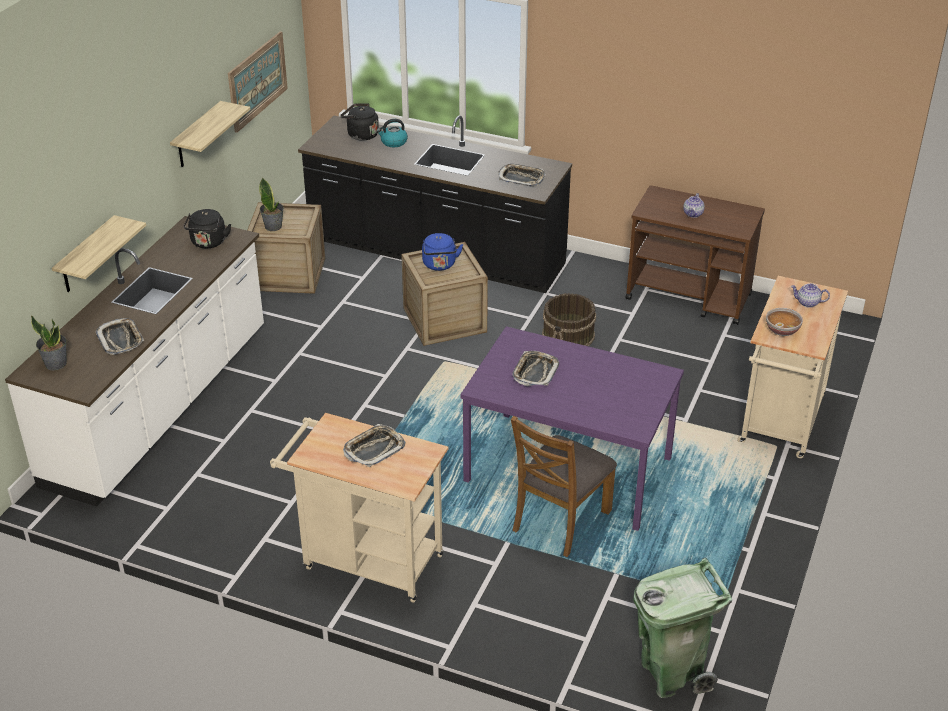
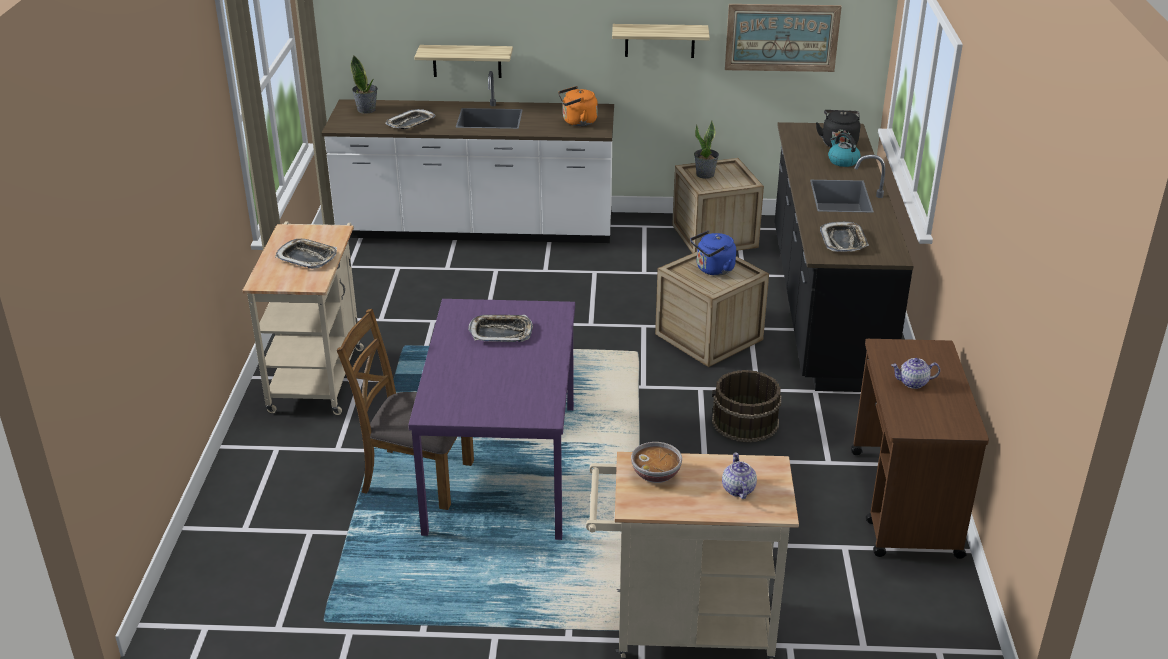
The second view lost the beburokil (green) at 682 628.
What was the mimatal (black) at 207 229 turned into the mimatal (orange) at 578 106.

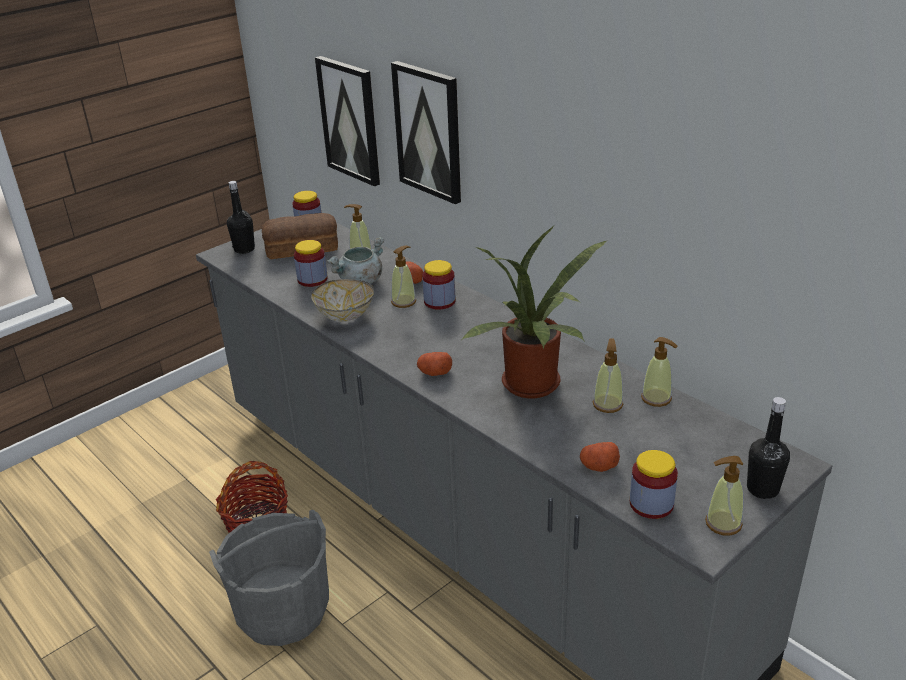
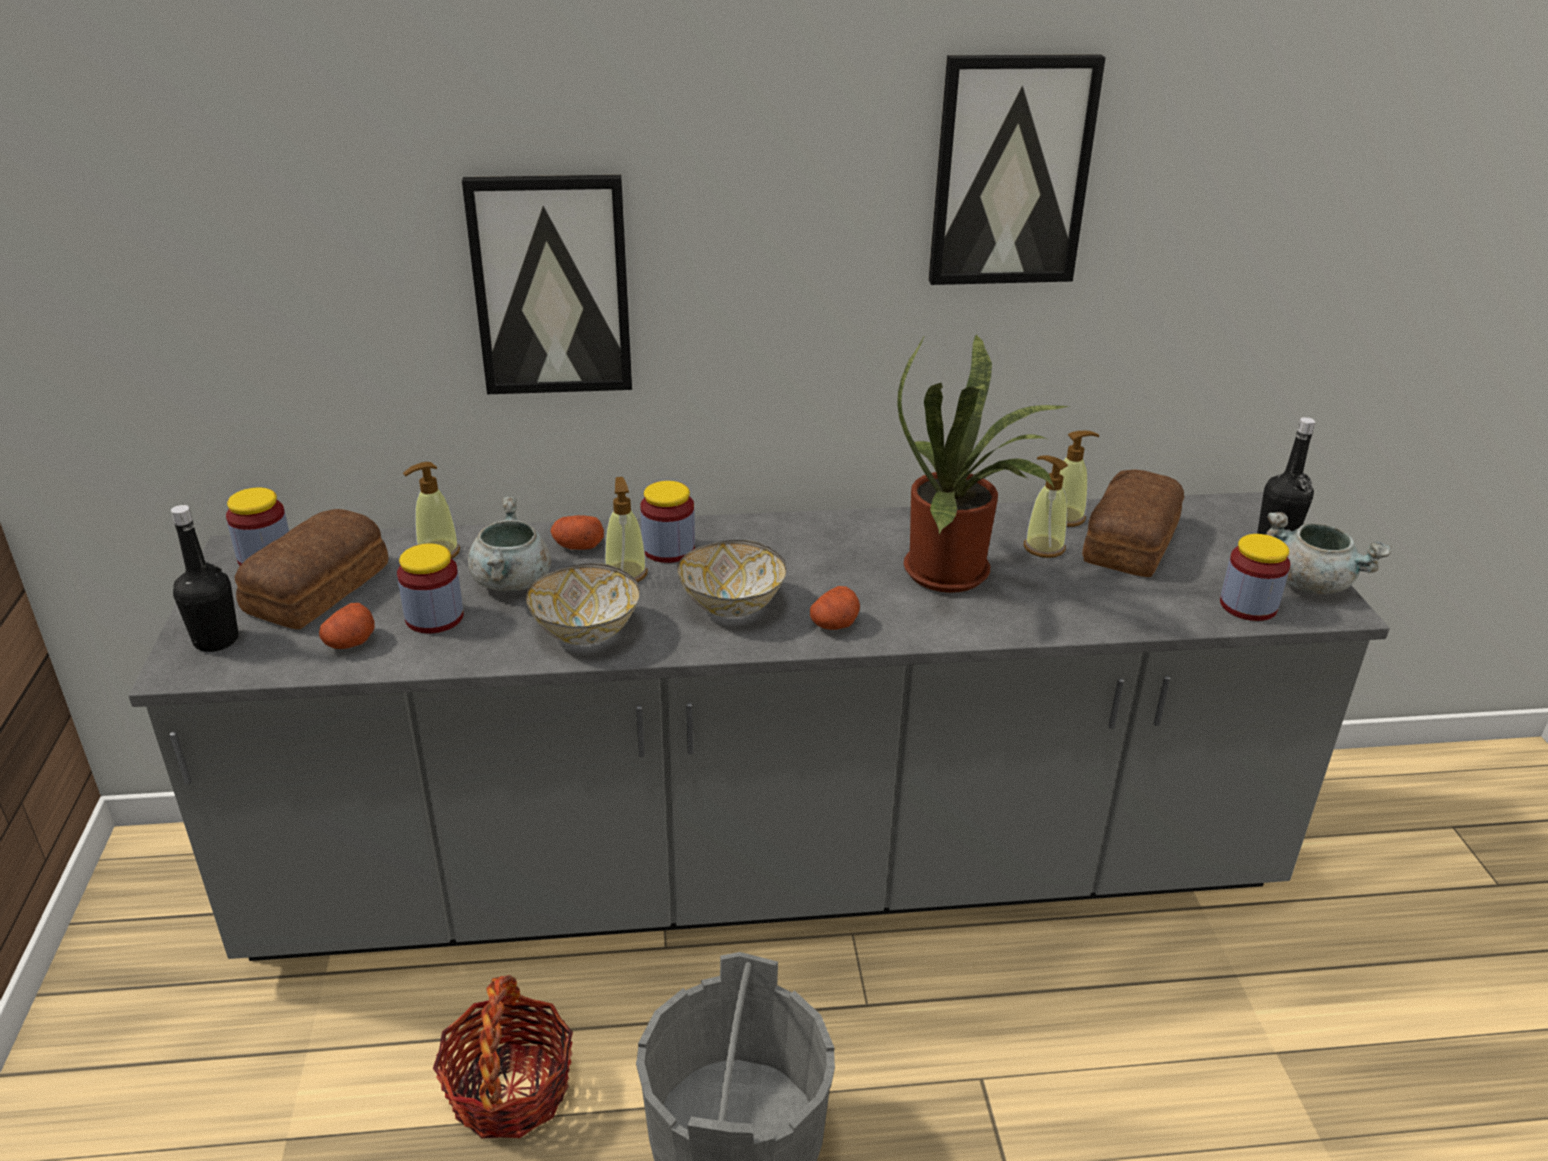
The second view gained the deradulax at 732 578.
The second view gained the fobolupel at 1133 523.
The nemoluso ended up elsewhere, having gone from 347 121 to 1017 169.
The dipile ended up elsewhere, having gone from 600 457 to 347 626.
Where the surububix stood at 724 496, the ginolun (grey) came to stand at 1329 553.

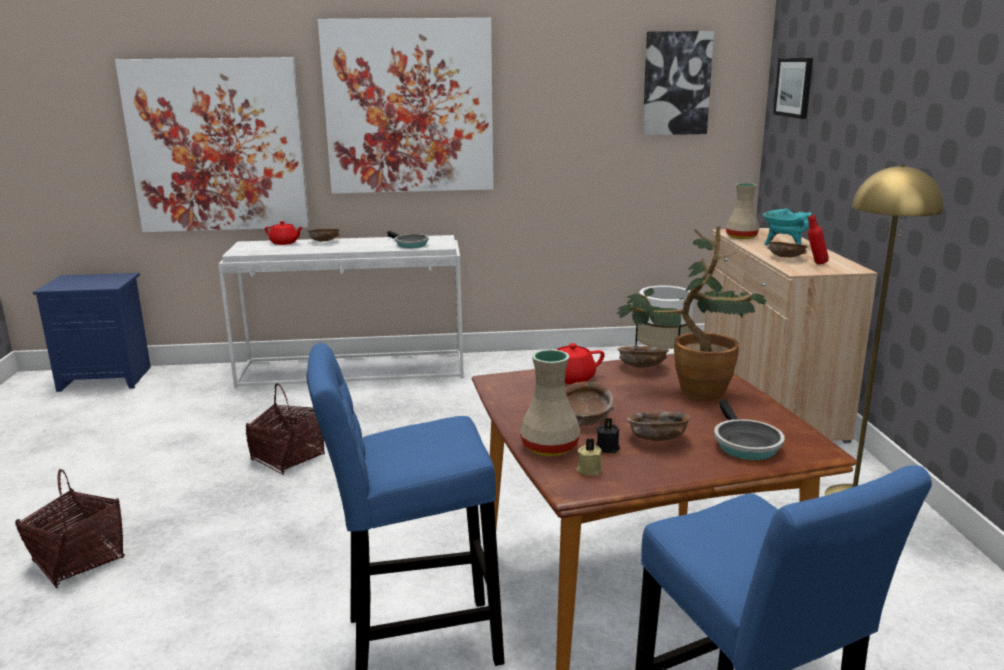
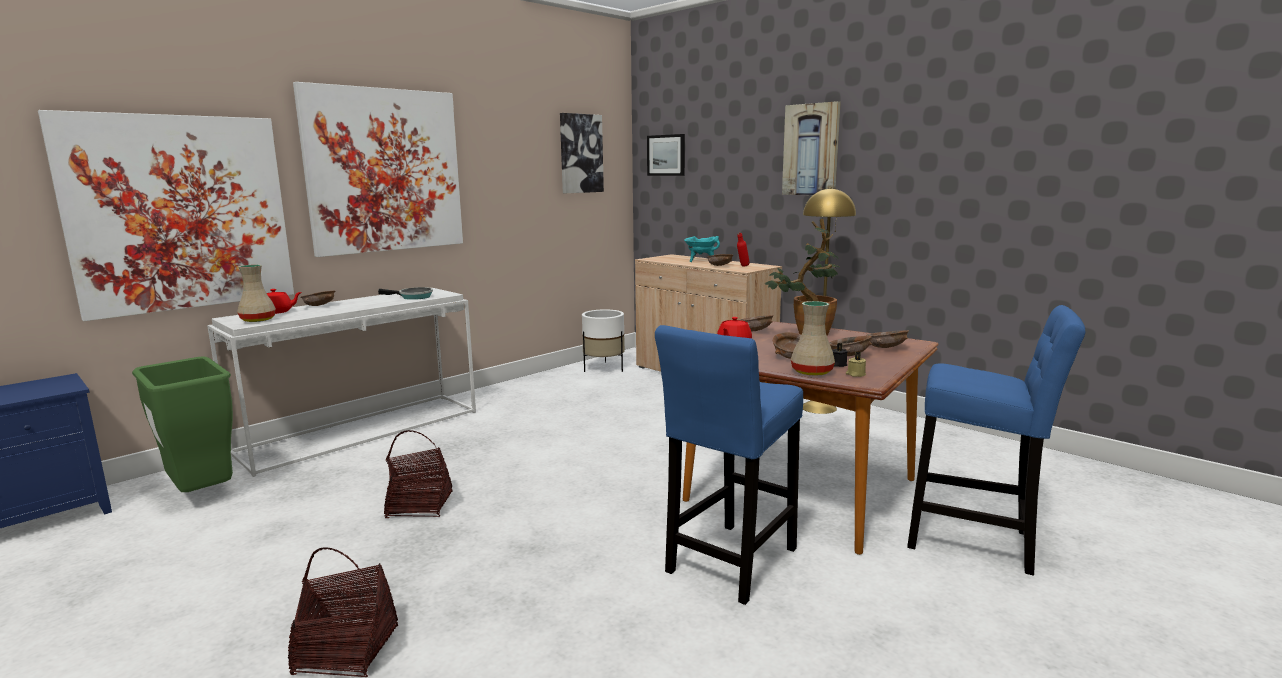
The second view gained the beburokil (green) at 182 424.
The second view gained the nemoluso at 811 148.
The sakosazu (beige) ended up elsewhere, having gone from 742 211 to 256 293.
Where the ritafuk stood at 749 429, the deradulax (brown) came to stand at 887 339.

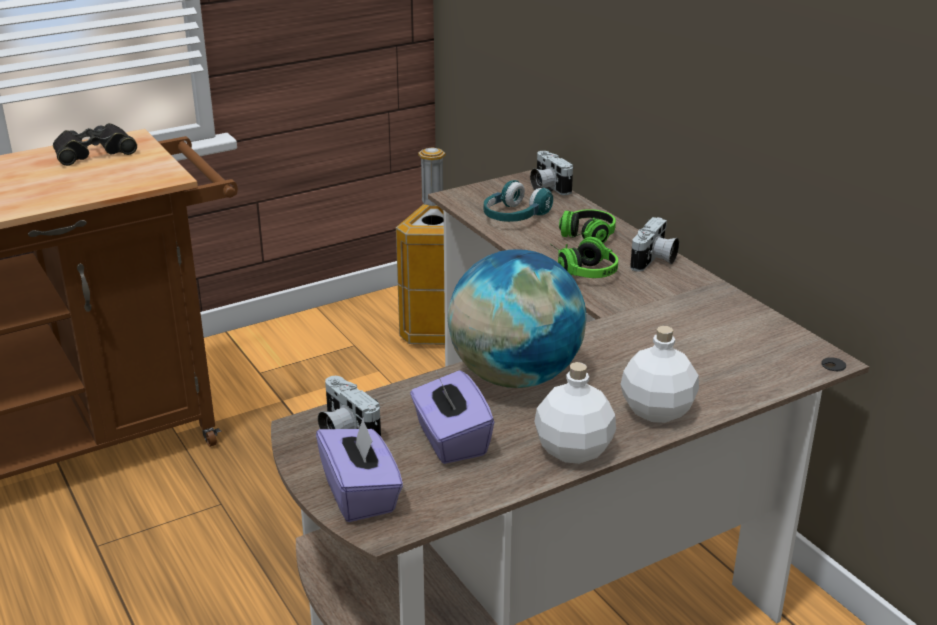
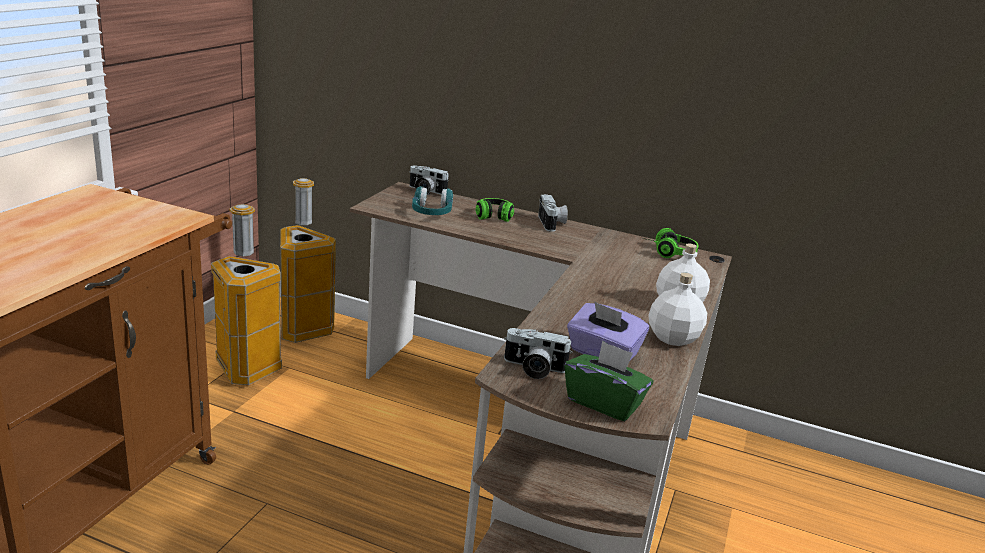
The second view lost the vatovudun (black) at 95 144.
The second view lost the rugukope at 517 318.
The second view gained the beburokil at 246 294.
The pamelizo ended up elsewhere, having gone from 584 257 to 670 243.
What was the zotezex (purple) at 359 469 turned into the zotezex (green) at 608 381.

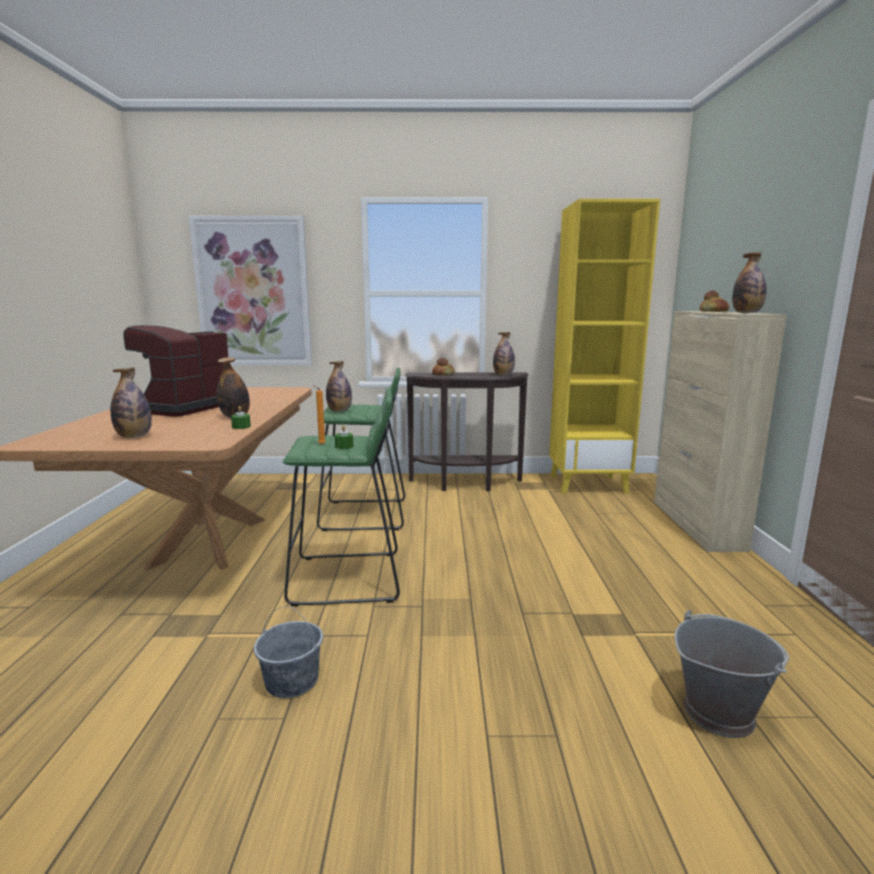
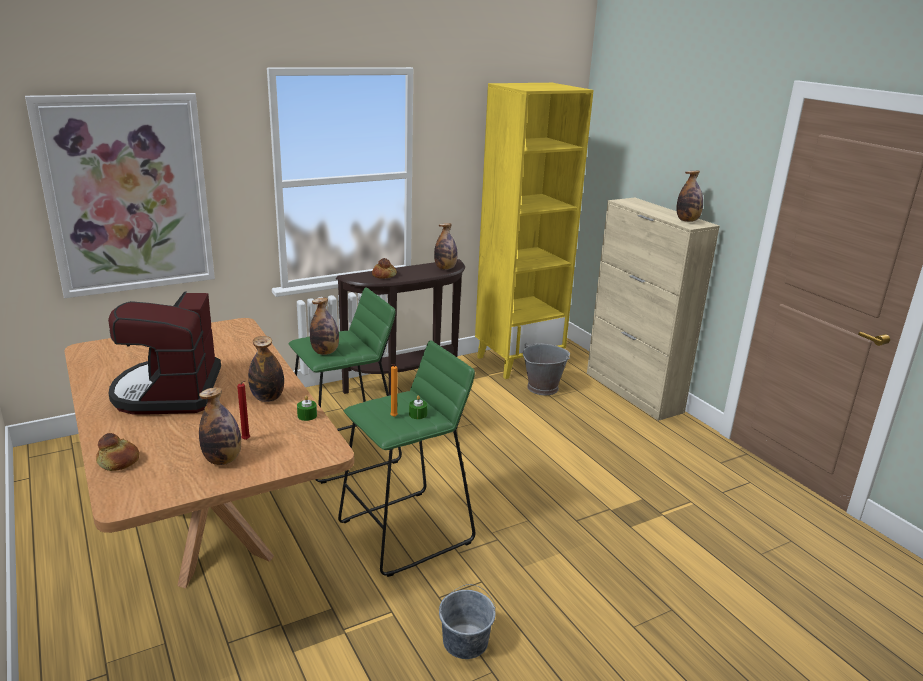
The second view gained the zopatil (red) at 243 410.
The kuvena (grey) ended up elsewhere, having gone from 732 674 to 546 369.
The fobolupel ended up elsewhere, having gone from 714 301 to 117 452.

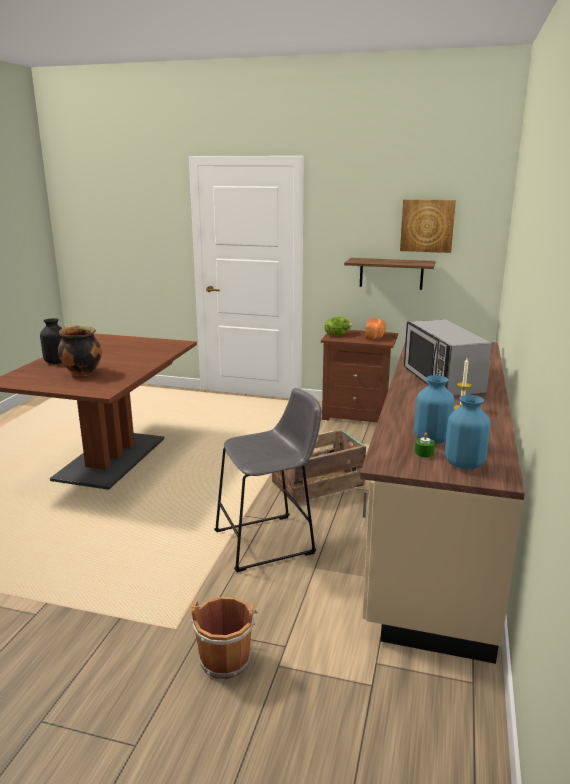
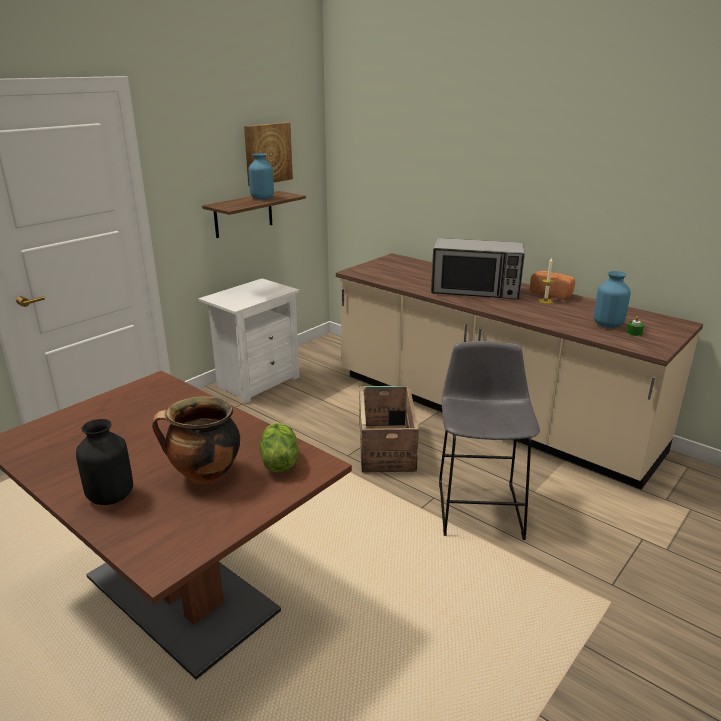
The second view lost the kuvena (brown) at 224 638.
The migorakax ended up elsewhere, having gone from 338 326 to 278 447.
The fobolupel ended up elsewhere, having gone from 375 329 to 552 285.
The sakosazu (blue) ended up elsewhere, having gone from 467 432 to 261 176.
What was the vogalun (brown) at 359 376 turned into the vogalun (white) at 248 341.

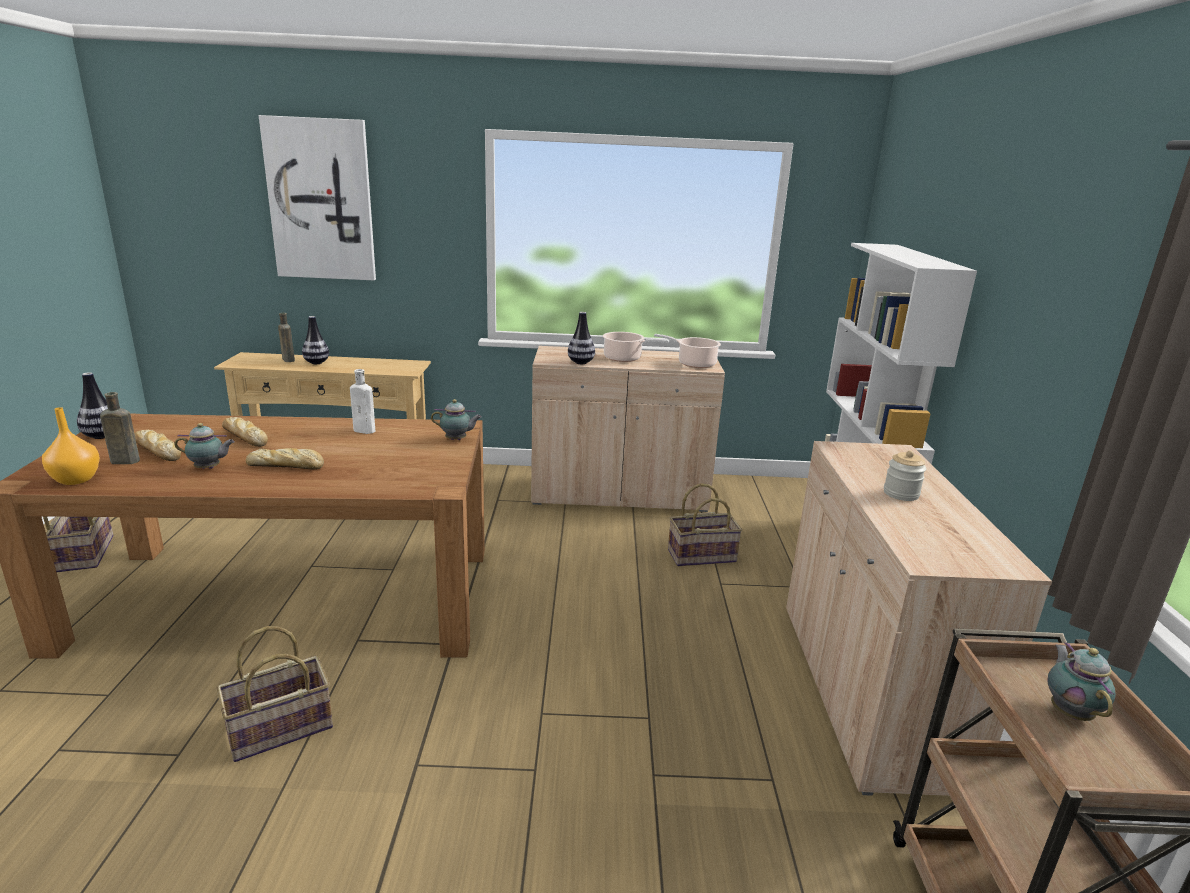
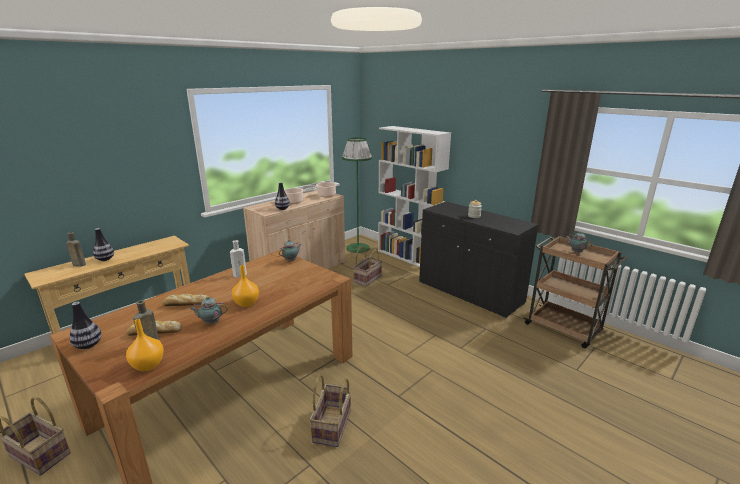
The second view lost the nemoluso at 317 197.
The second view gained the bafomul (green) at 357 195.
Where the fobolupel stood at 285 458, the sakosazu (orange) came to stand at 245 286.
What was the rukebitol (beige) at 919 618 turned into the rukebitol (black) at 479 260.
The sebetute at 204 446 ended up facing another way, 135 degrees counterclockwise from before.

